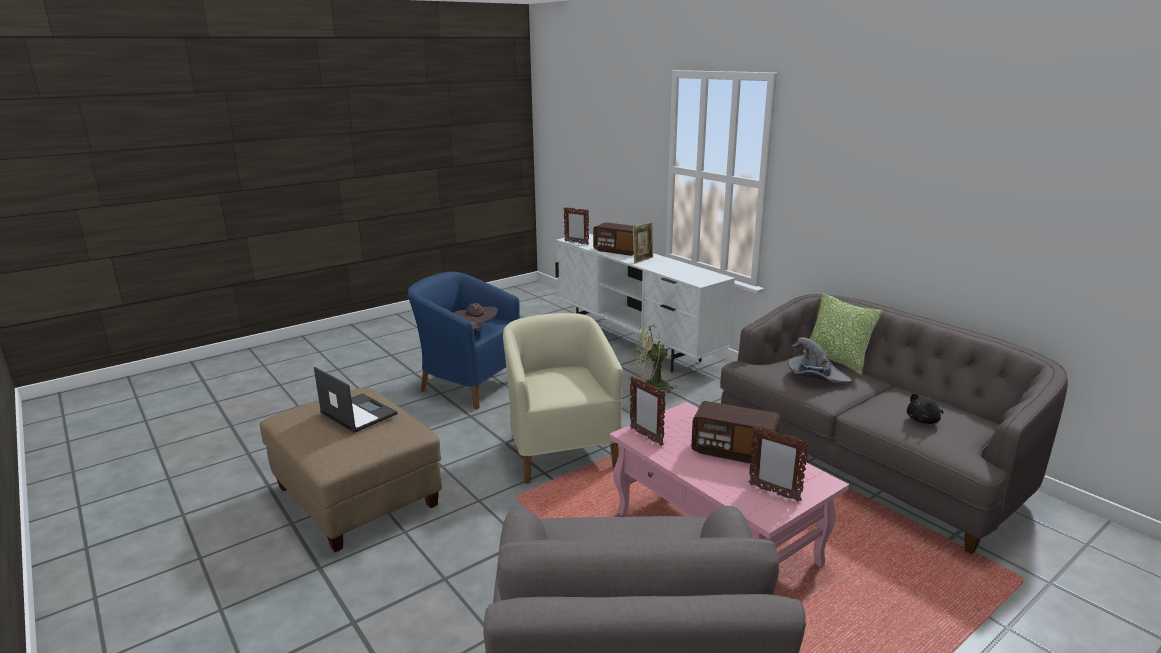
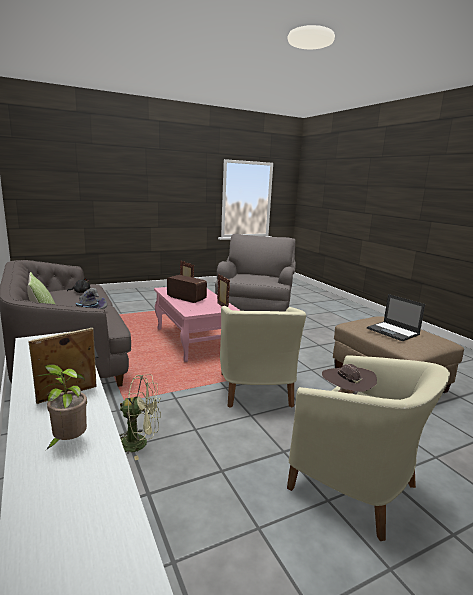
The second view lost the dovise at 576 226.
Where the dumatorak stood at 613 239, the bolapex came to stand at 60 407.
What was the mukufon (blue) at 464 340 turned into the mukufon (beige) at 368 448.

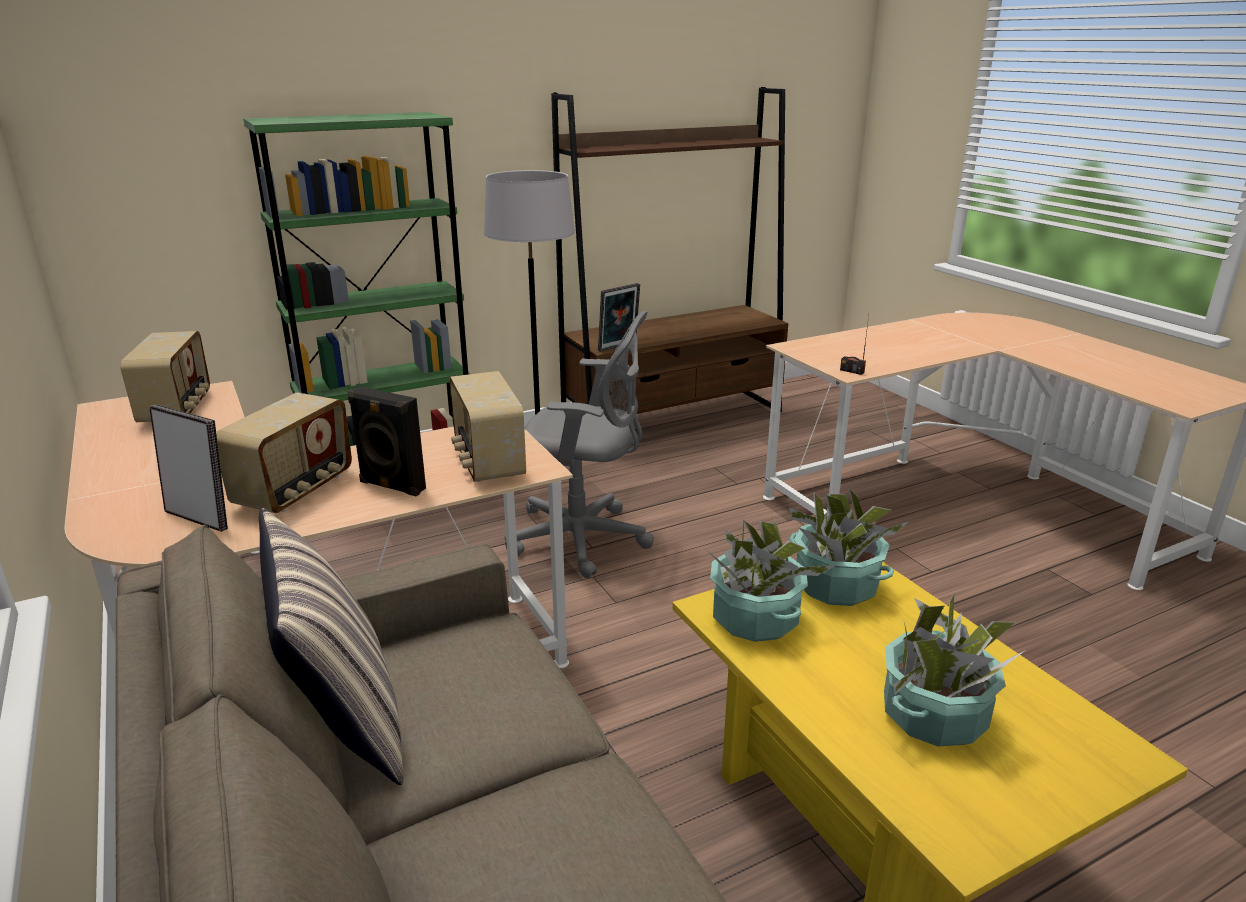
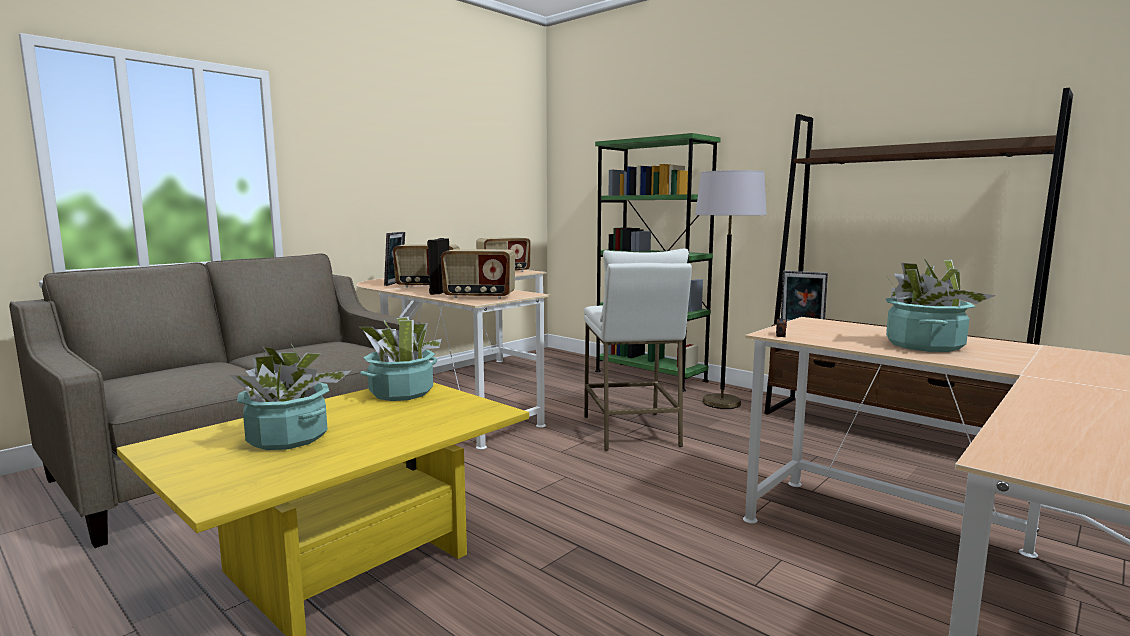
The second view lost the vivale at 331 646.
The bolapex ended up elsewhere, having gone from 848 547 to 940 305.
Where the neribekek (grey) stood at 580 444, the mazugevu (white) came to stand at 638 350.
The dumatorak at 487 426 ended up facing another way, 135 degrees counterclockwise from before.

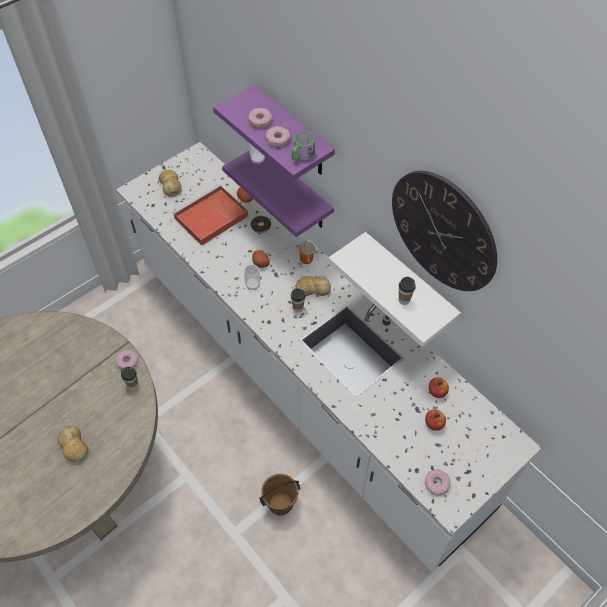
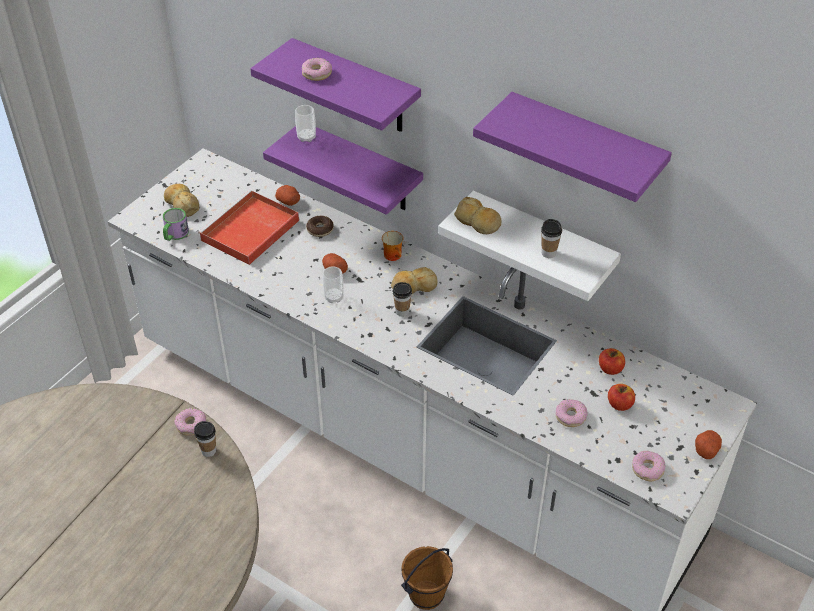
The second view gained the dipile at 708 444.
The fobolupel ended up elsewhere, having gone from 72 443 to 477 215.
The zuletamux ended up elsewhere, having gone from 278 136 to 572 413.
The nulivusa ended up elsewhere, having gone from 303 146 to 176 224.
Where the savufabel hung at 444 231, the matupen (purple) came to hang at 572 147.

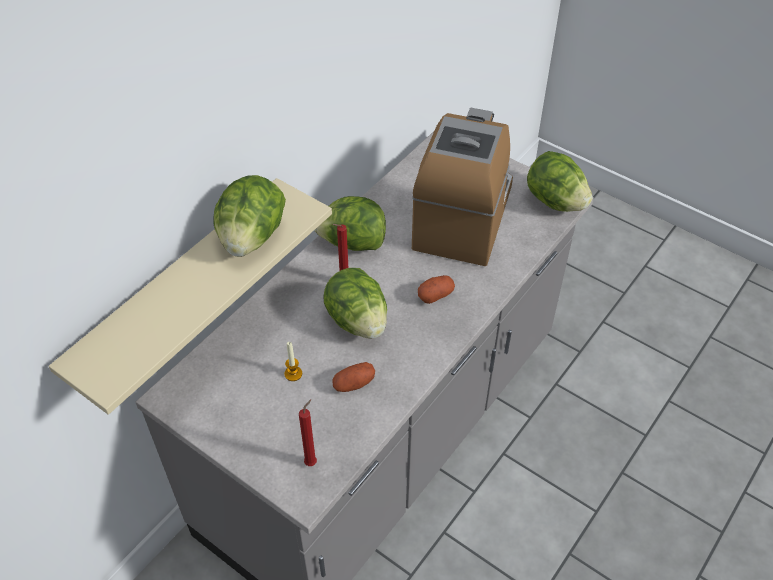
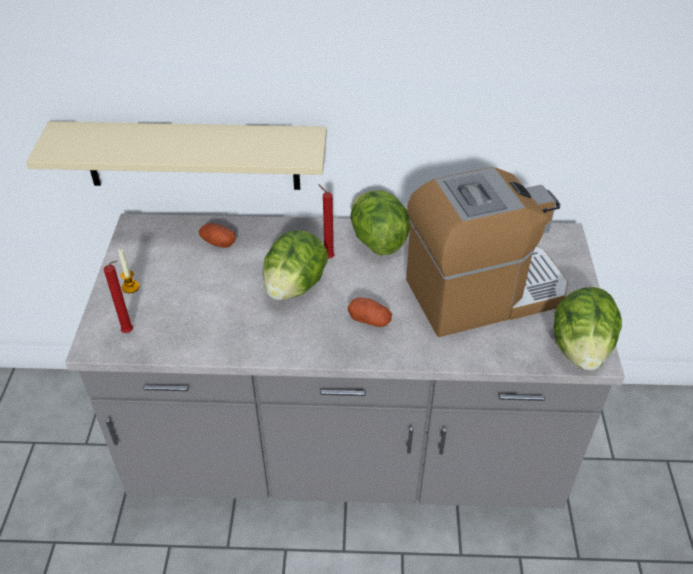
The second view lost the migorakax at 249 216.
The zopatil ended up elsewhere, having gone from 293 361 to 128 271.
The dipile ended up elsewhere, having gone from 353 377 to 217 235.

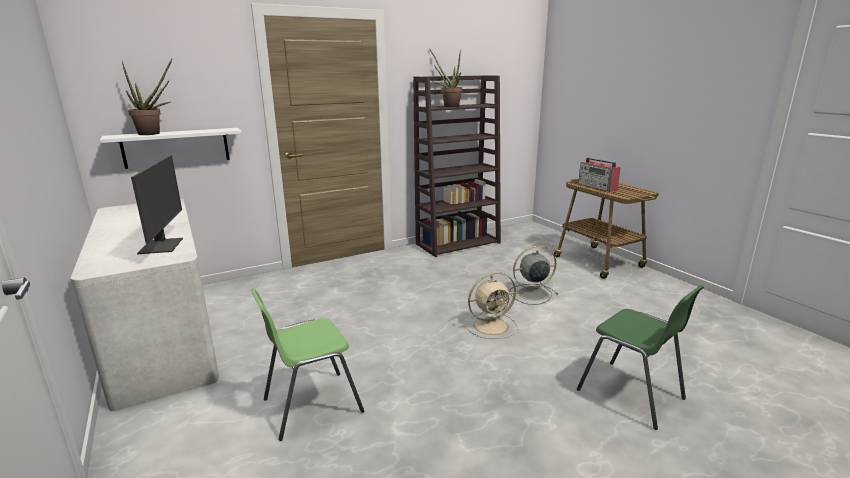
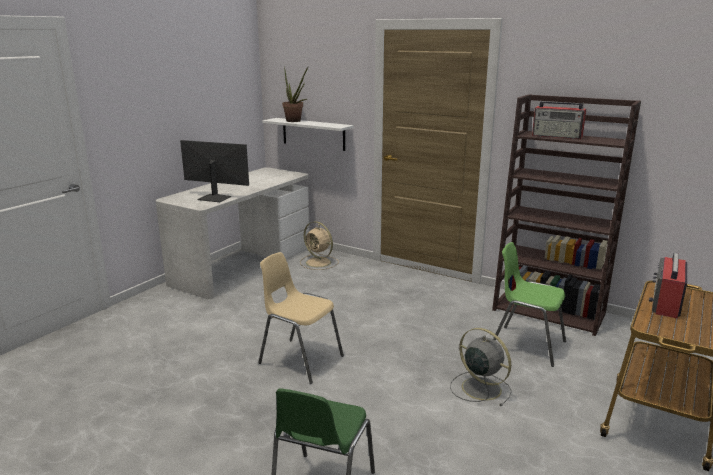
The second view gained the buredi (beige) at 301 318.
The buredi (green) ended up elsewhere, having gone from 307 364 to 529 304.
The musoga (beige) ended up elsewhere, having gone from 490 305 to 319 245.
Where the bolapex stood at 446 77, the dumatorak came to stand at 559 120.
The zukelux at 157 204 ended up facing another way, 120 degrees counterclockwise from before.

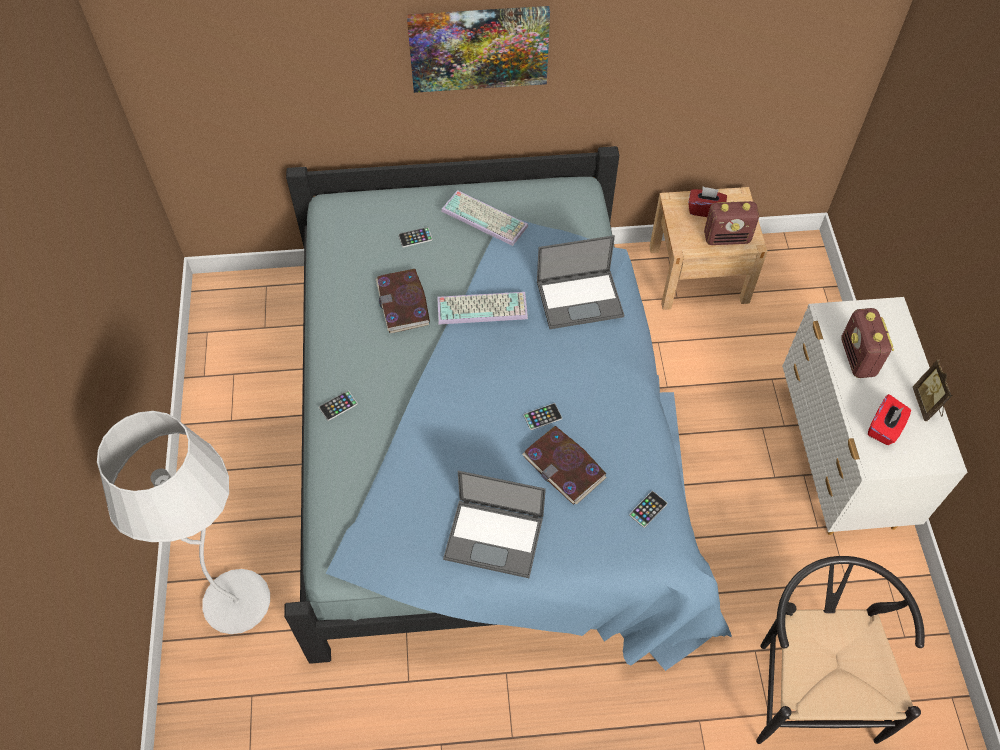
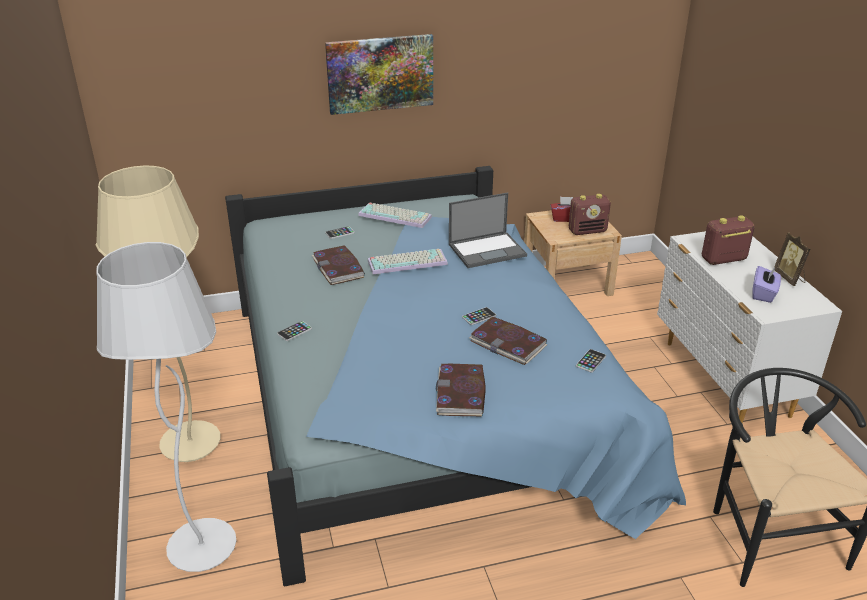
The second view gained the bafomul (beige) at 158 313.
Where the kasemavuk stood at 494 524, the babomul came to stand at 461 390.
What was the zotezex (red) at 889 419 turned into the zotezex (purple) at 766 284.
The dumatorak at 867 343 ended up facing another way, 90 degrees clockwise from before.

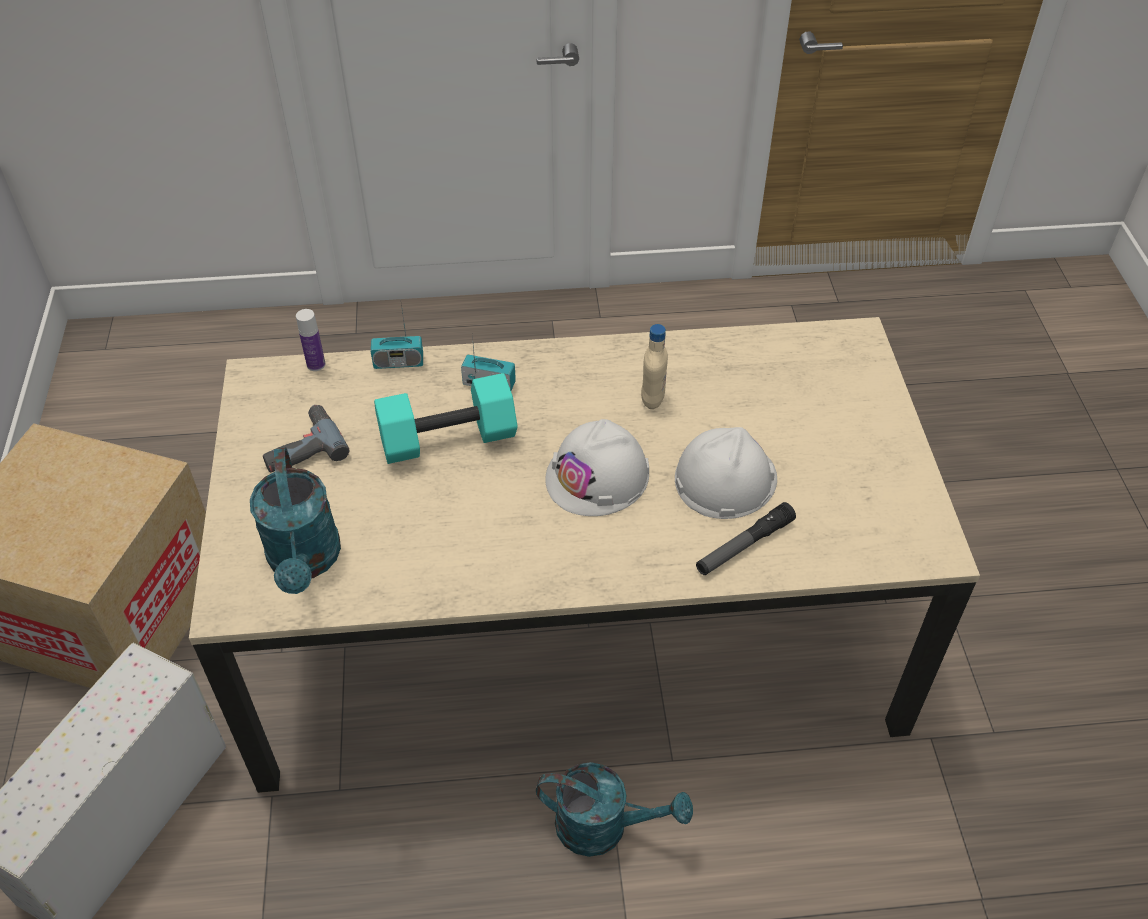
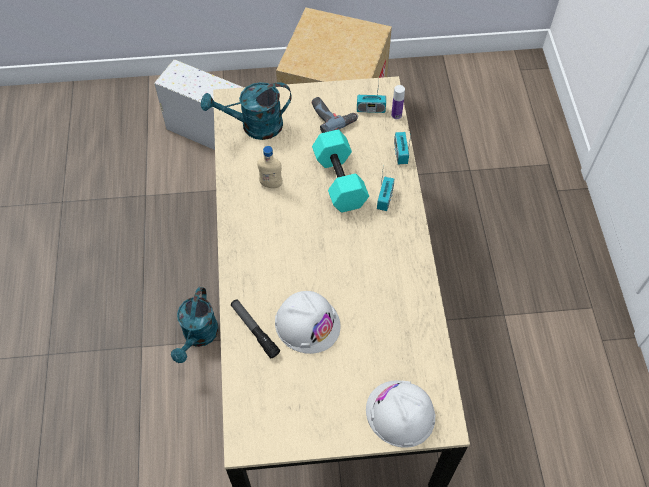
The second view gained the dumatorak at 371 97.
The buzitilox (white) ended up elsewhere, having gone from 597 467 to 400 414.
The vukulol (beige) ended up elsewhere, having gone from 654 366 to 270 167.

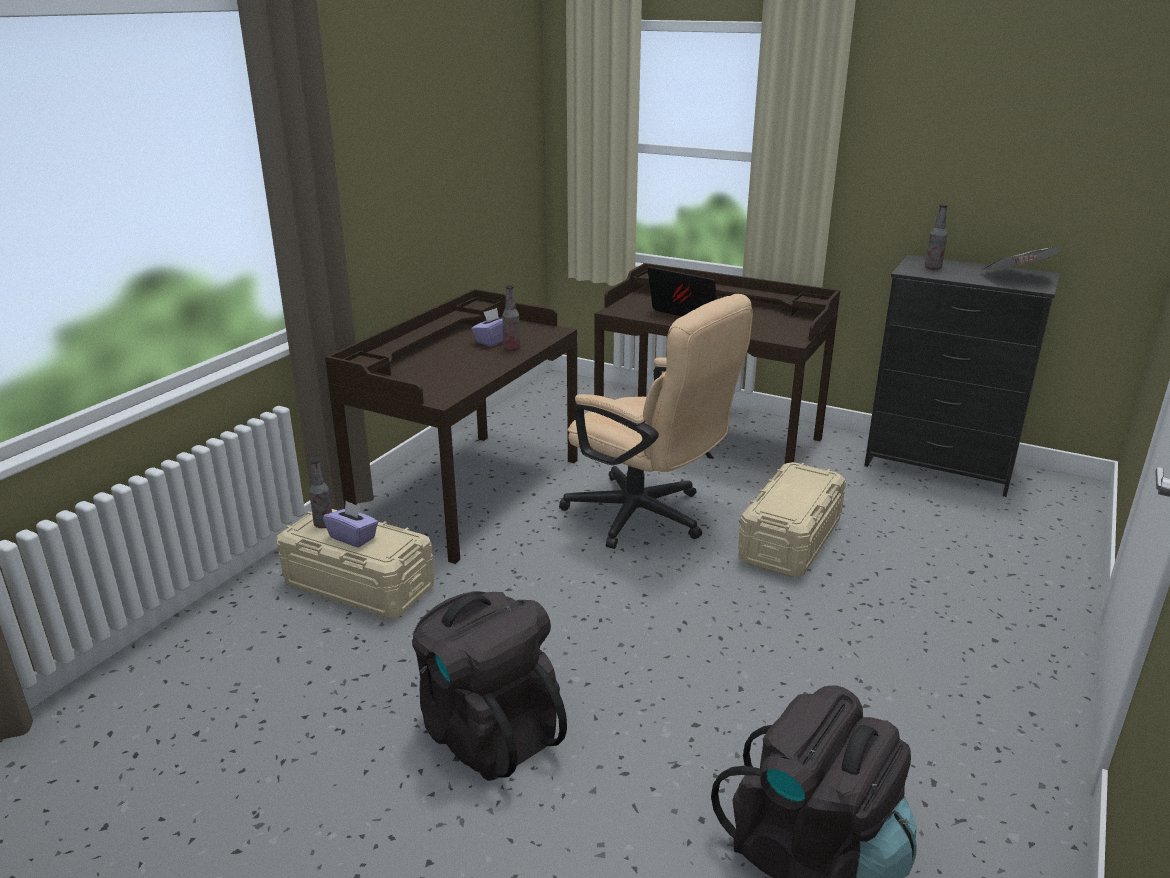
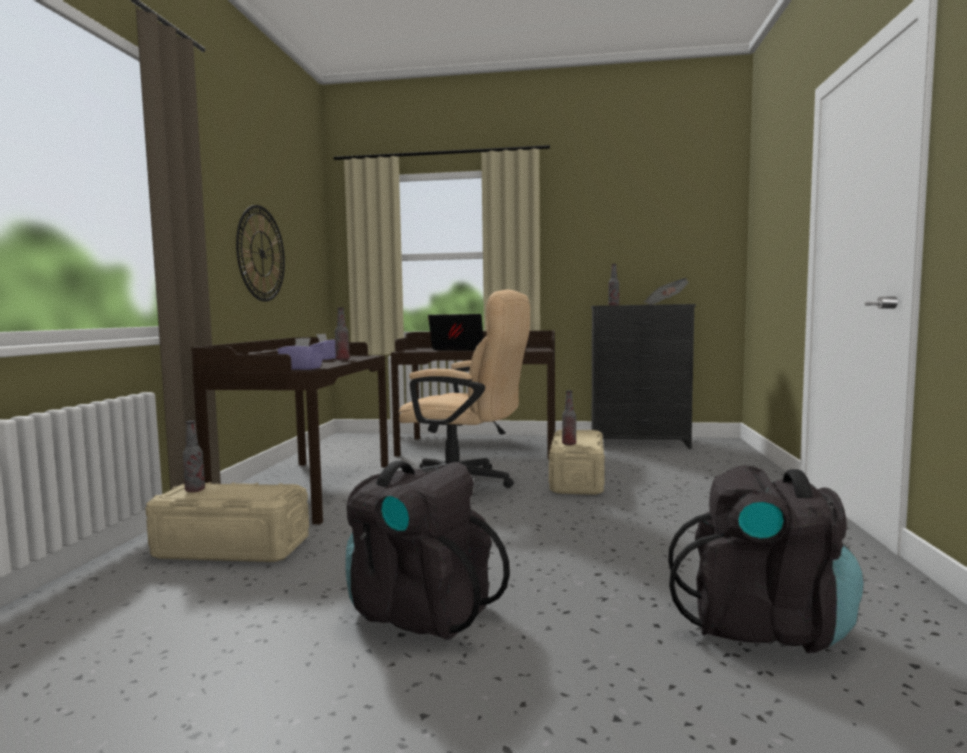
The second view gained the savufabel at 260 253.
The second view gained the vukulol at 569 417.
The zotezex (purple) ended up elsewhere, having gone from 350 524 to 301 354.

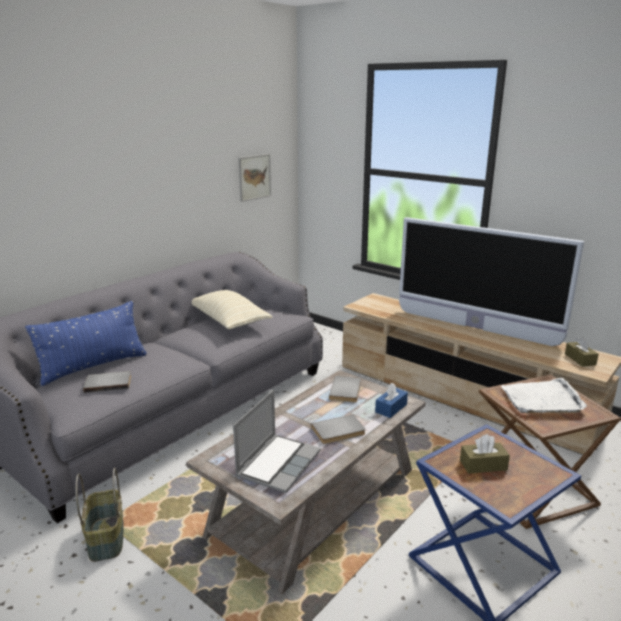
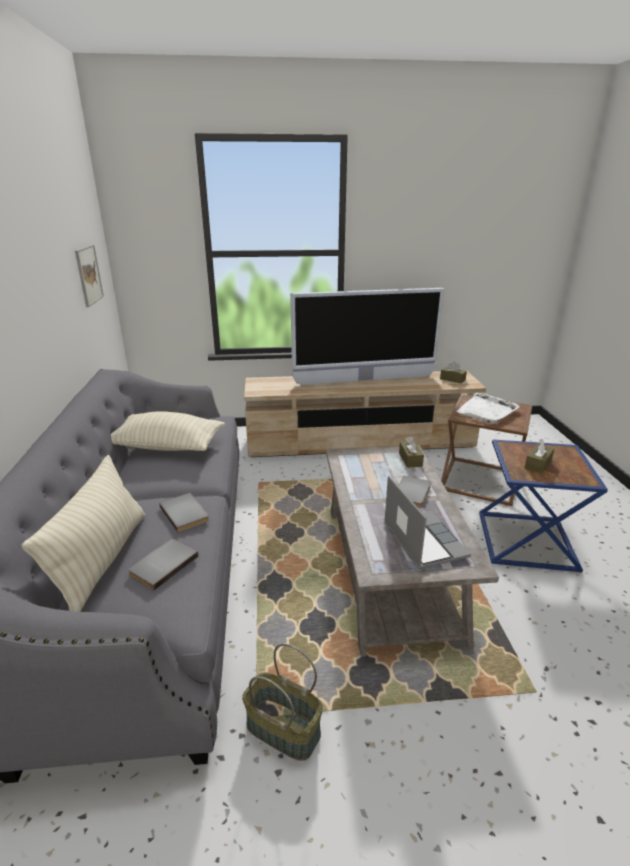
The babomul (grey) ended up elsewhere, having gone from 345 389 to 184 513.
What was the vivale (blue) at 86 343 turned into the vivale (beige) at 83 533.
What was the zotezex (blue) at 391 400 turned into the zotezex (brown) at 411 452.

